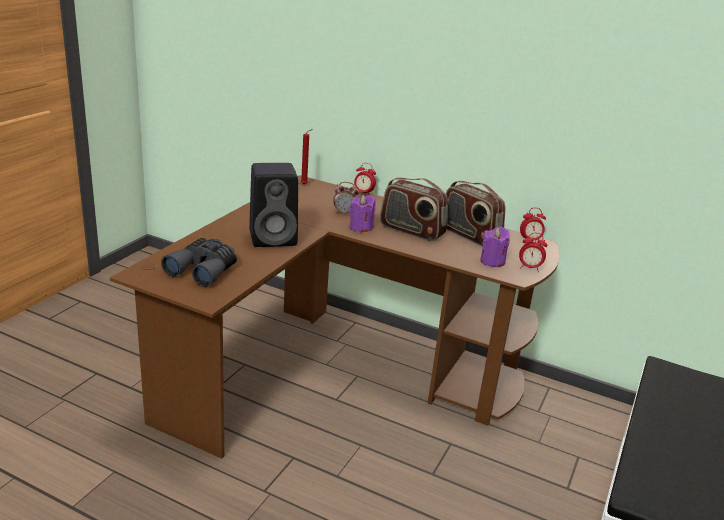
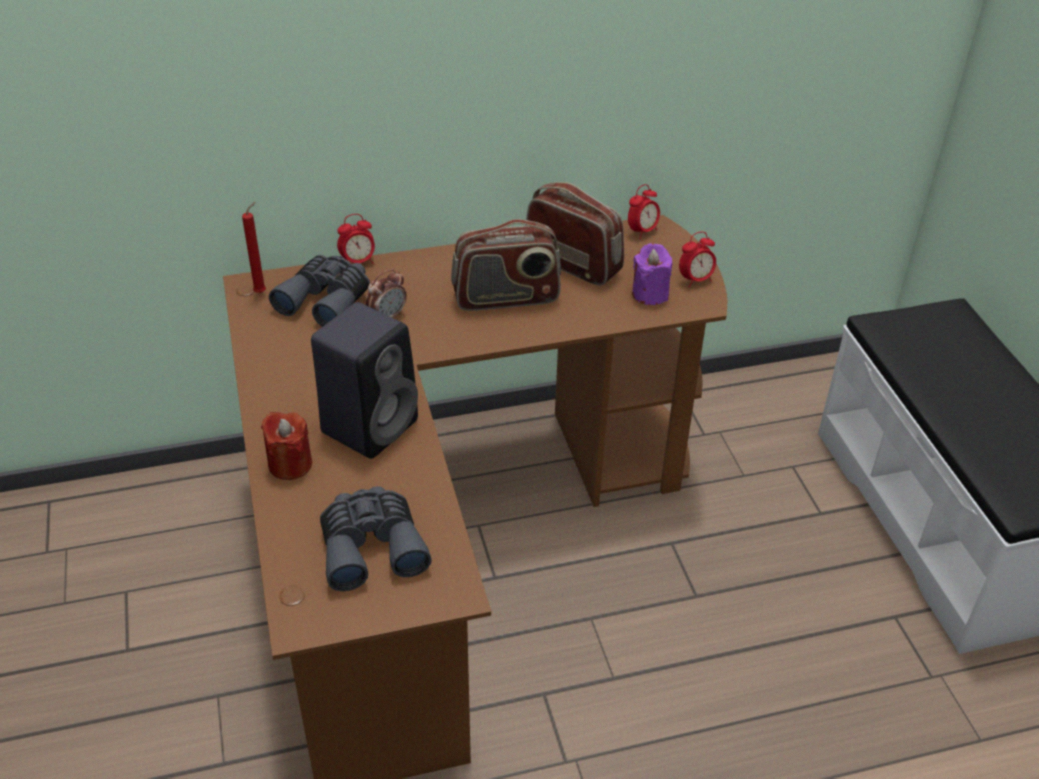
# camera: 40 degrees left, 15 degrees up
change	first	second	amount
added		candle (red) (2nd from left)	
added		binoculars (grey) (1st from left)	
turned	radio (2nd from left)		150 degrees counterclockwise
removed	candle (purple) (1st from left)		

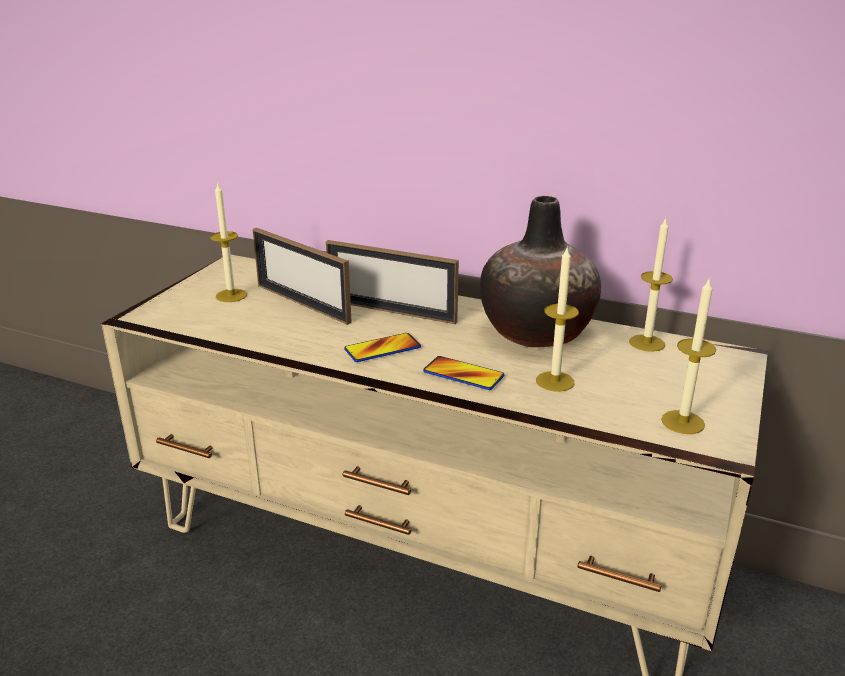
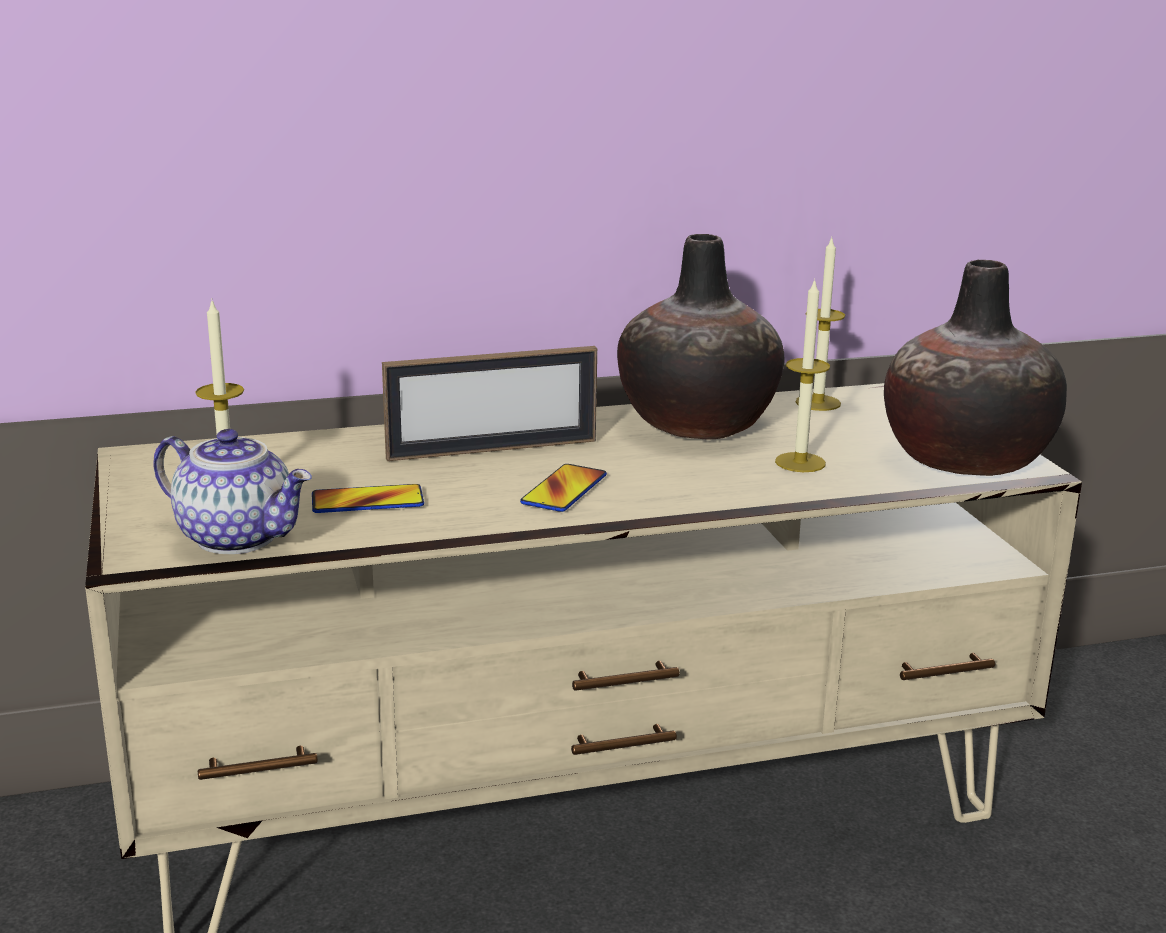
# camera: 40 degrees left, 5 degrees down
change	first	second	amount
added		teapot	
moved	phone (2nd from left in the first image)	phone (1st from left)	
replaced	candle (4th from left)	vase (2nd from left)	
removed	picture frame (1st from left)		

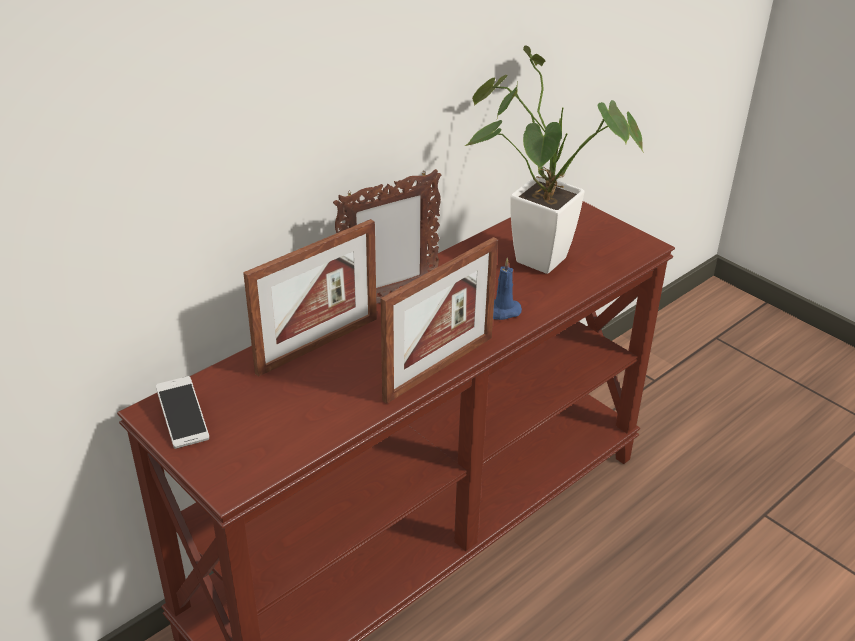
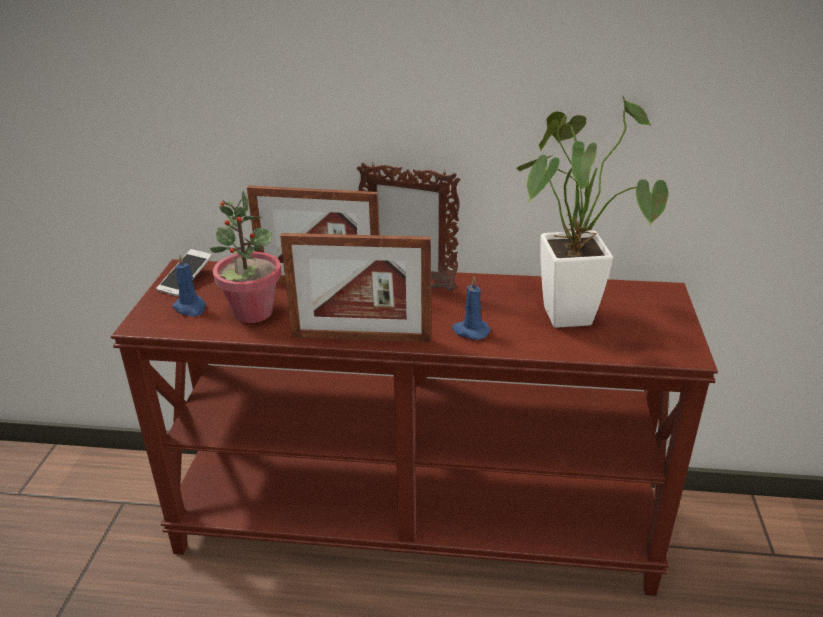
# camera: 50 degrees right, 5 degrees down
change	first	second	amount
added		candle (blue) (1st from left)	
added		potted plant (1st from left)	

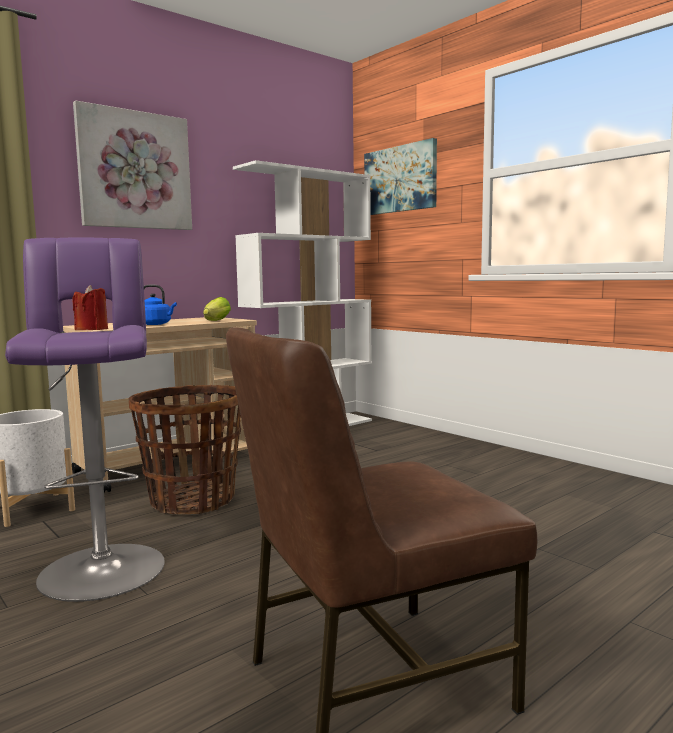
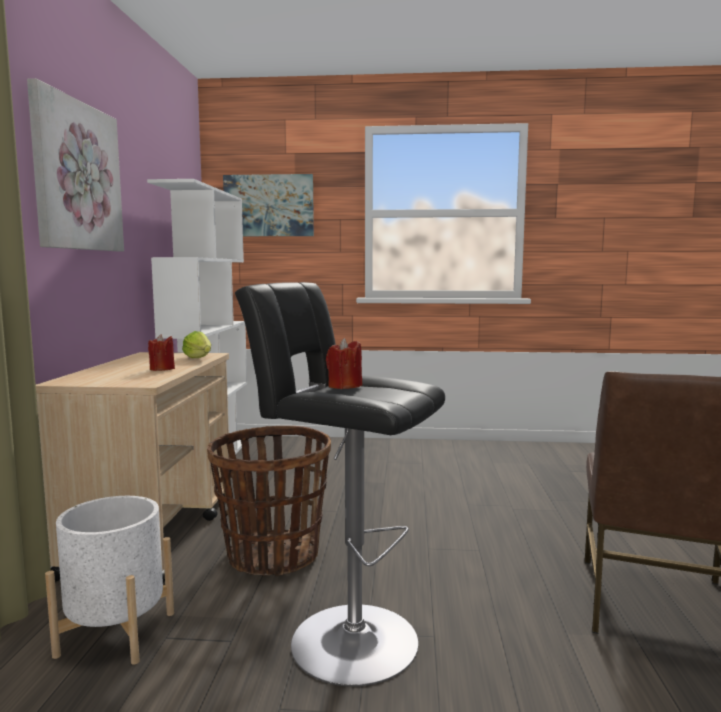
# camera: 45 degrees left, 0 degrees up
change	first	second	amount
replaced	kettle (blue)	candle (red) (1st from left)	
recoloured	stool (purple)	stool (black)	

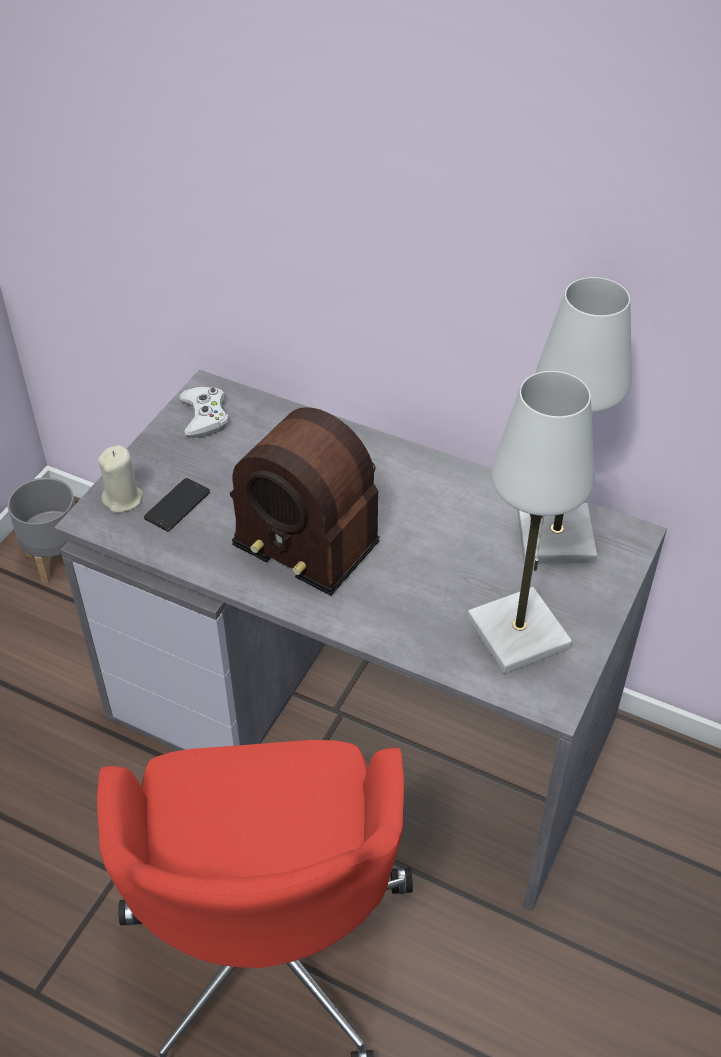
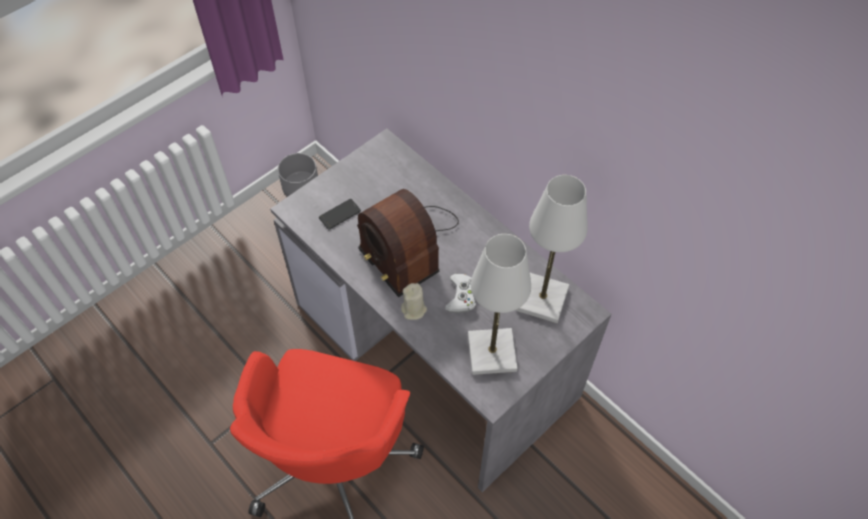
# camera: 20 degrees right, 10 degrees up
change	first	second	amount
moved	candle (beige)		
moved	game controller (white)		

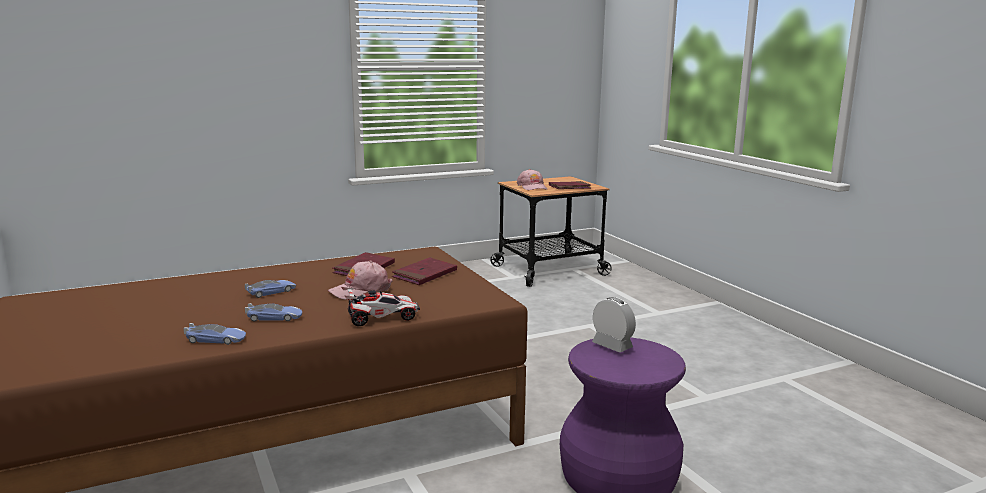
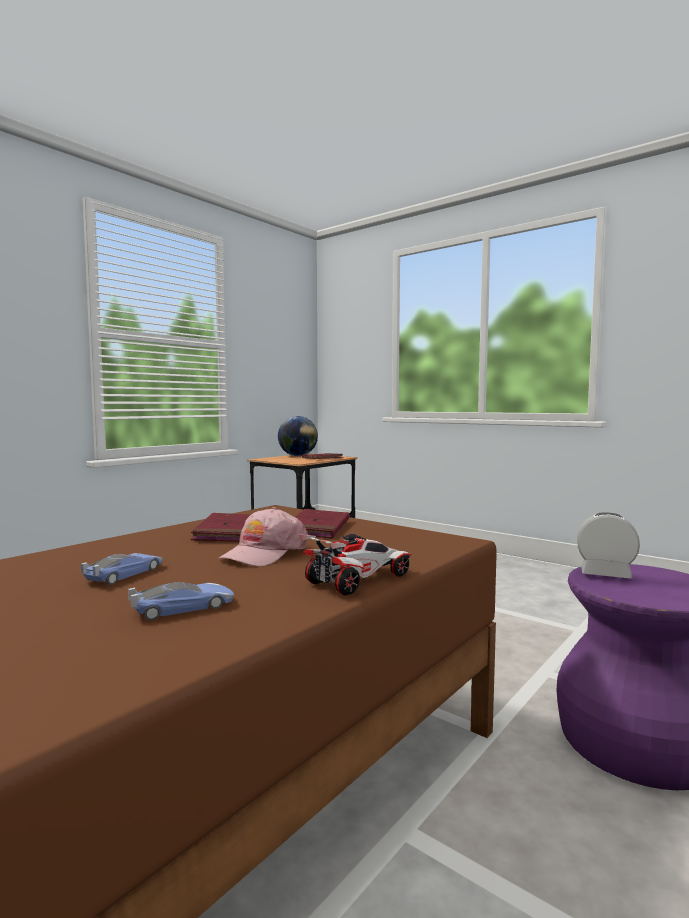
# camera: 25 degrees left, 10 degrees down
change	first	second	amount
added		globe	
removed	toy car (1st from left)		
removed	cap (pink) (2nd from left)		

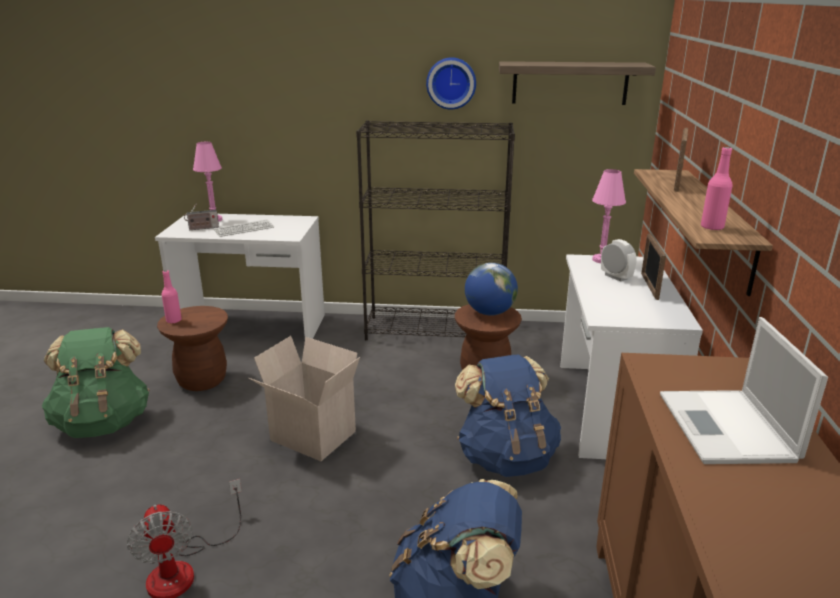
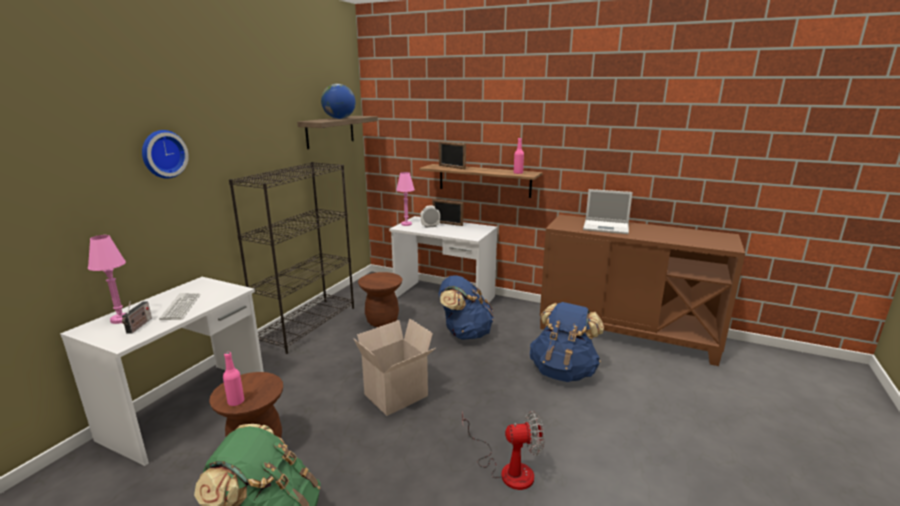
# camera: 70 degrees left, 5 degrees down
change	first	second	amount
moved	wall clock		
moved	globe		

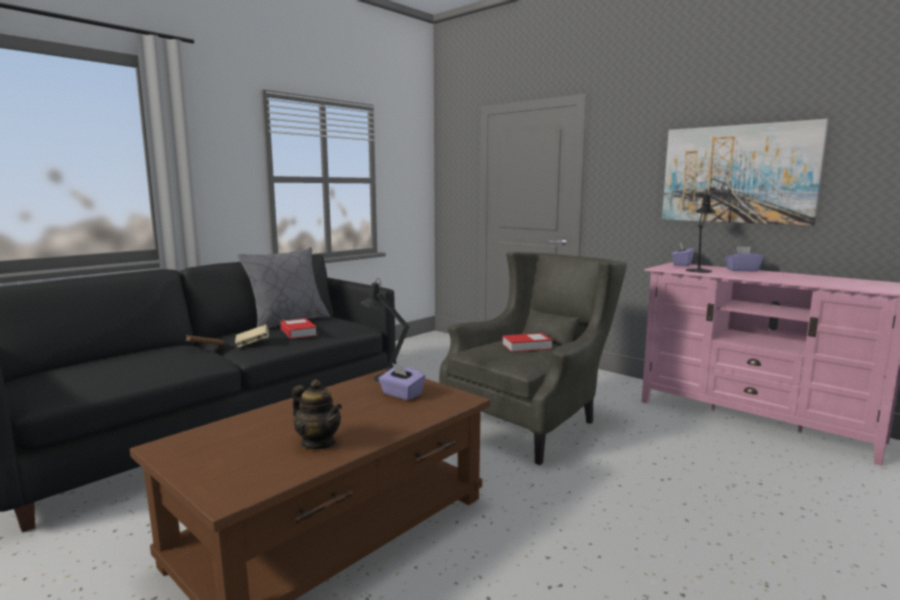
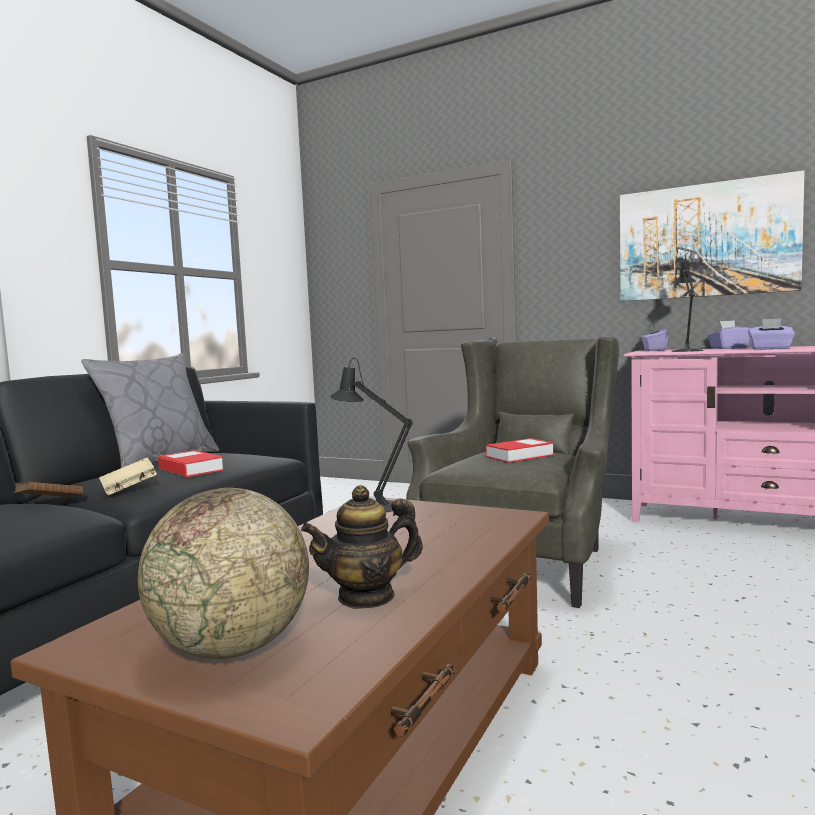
# camera: 15 degrees left, 5 degrees down
change	first	second	amount
added		globe	
turned	teapot		135 degrees clockwise
moved	tissue box (purple) (1st from left in the first image)	tissue box (purple) (3rd from left)	

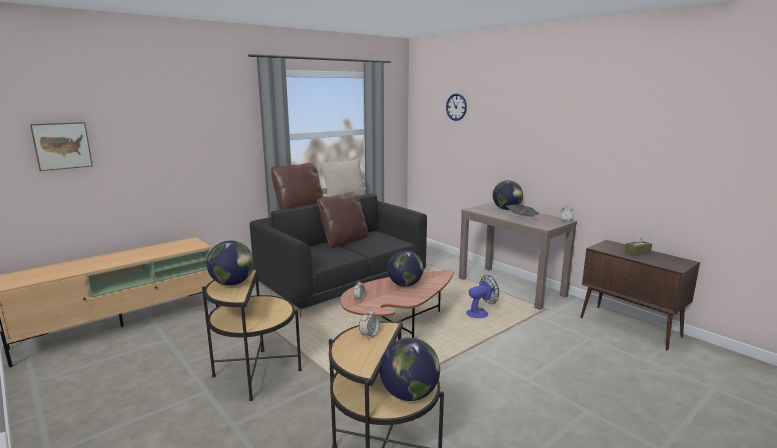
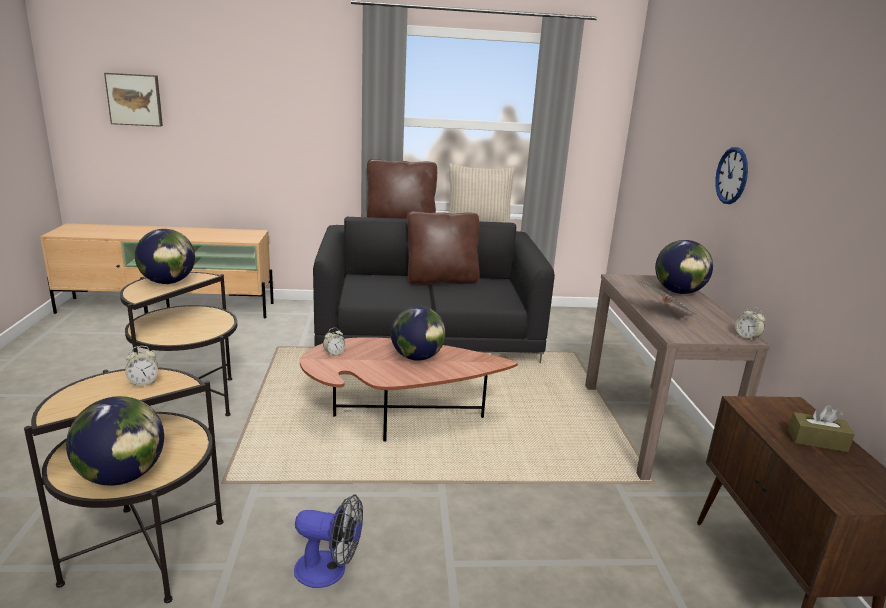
# camera: 35 degrees right, 5 degrees up
change	first	second	amount
moved	fan		
moved	wall clock		

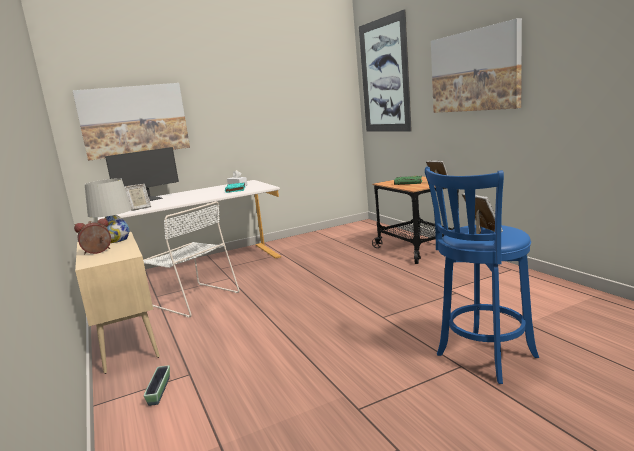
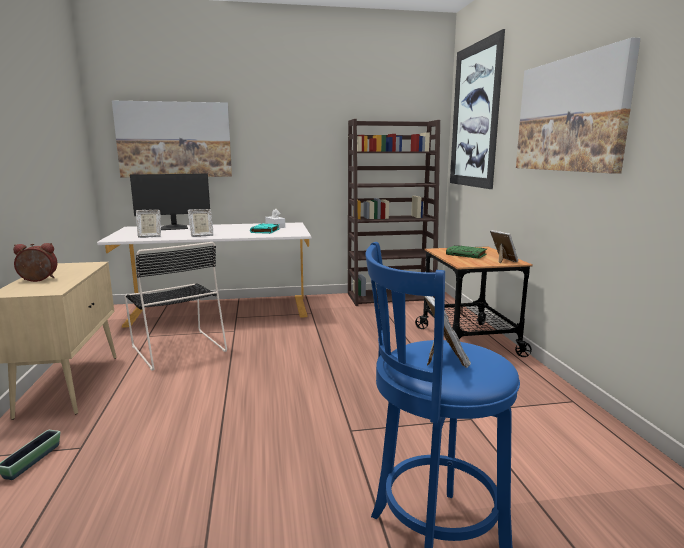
# camera: 15 degrees right, 0 degrees up
change	first	second	amount
recoloured	chair (white)	chair (black)	
added		picture frame (2nd from left)	
added		bookcase (brown)	
removed	table lamp (white)		

